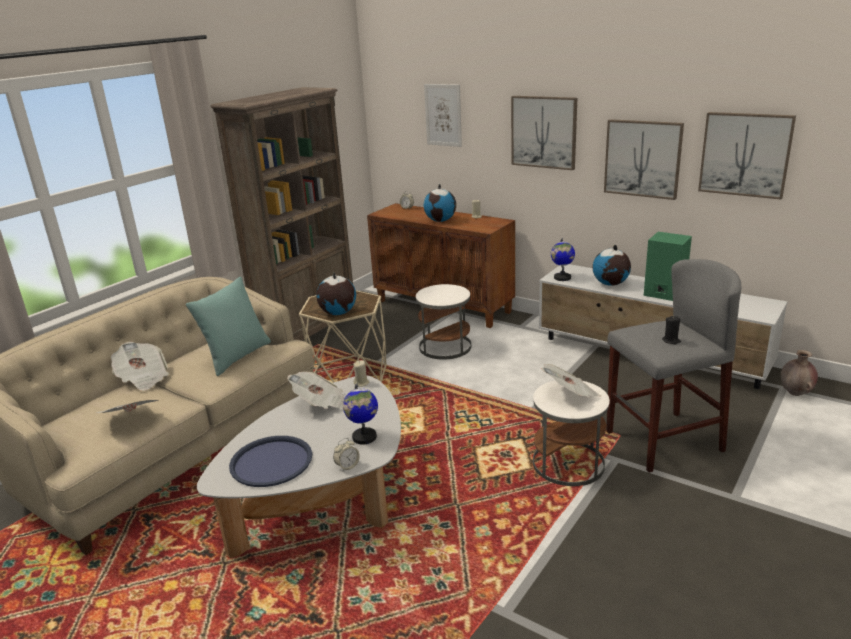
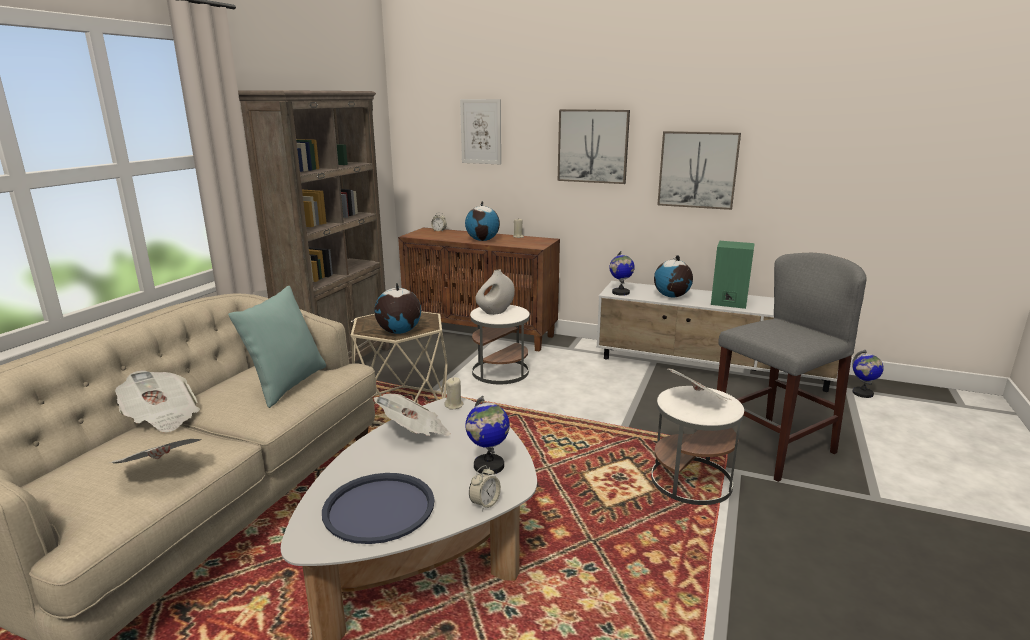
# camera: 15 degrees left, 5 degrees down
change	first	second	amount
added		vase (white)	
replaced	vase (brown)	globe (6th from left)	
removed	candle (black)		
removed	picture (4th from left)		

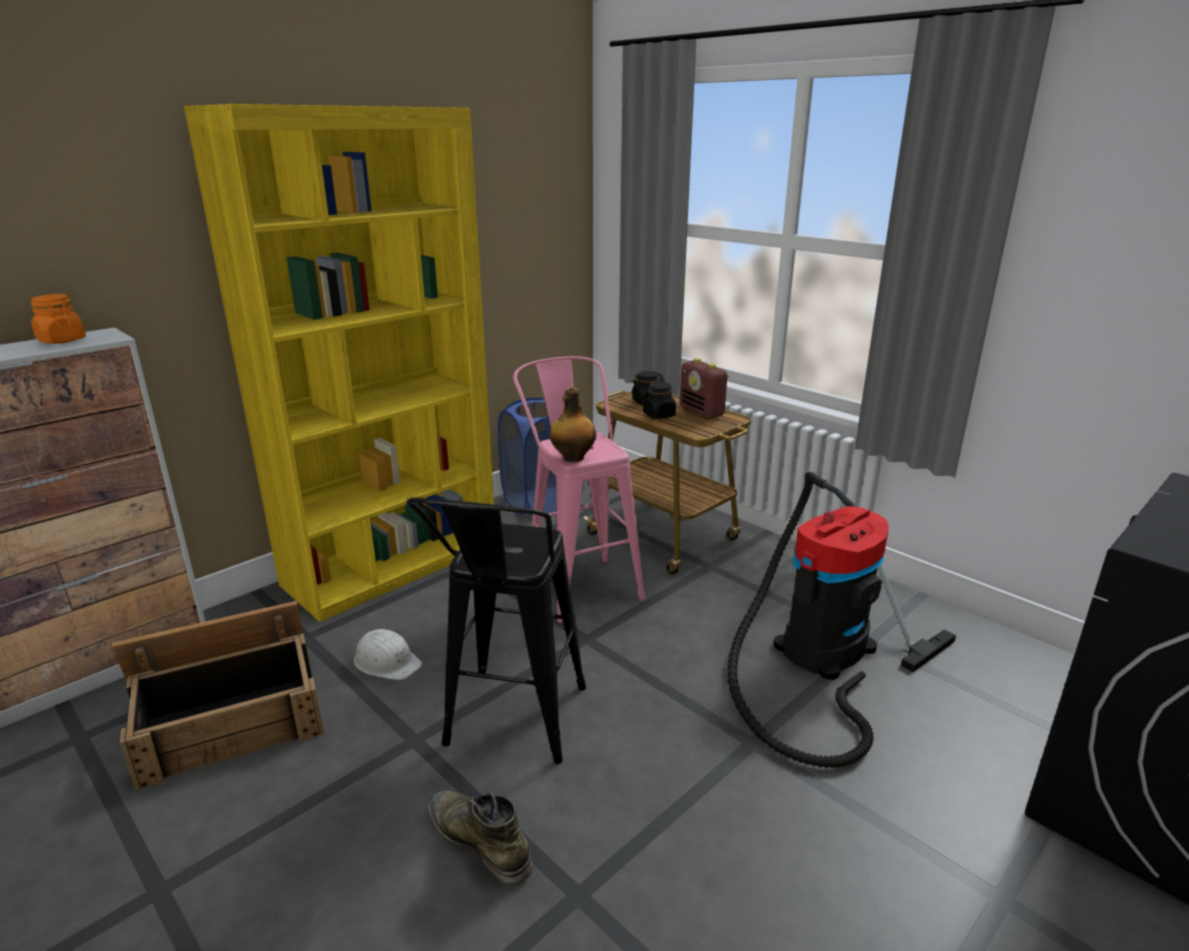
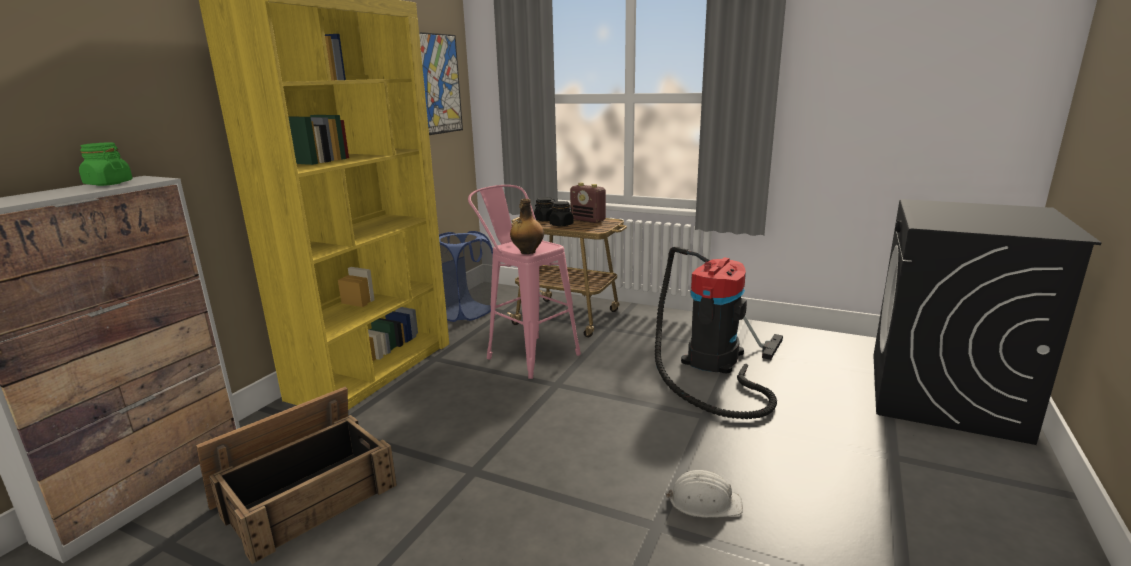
# camera: 20 degrees left, 5 degrees down
change	first	second	amount
recoloured	jar (orange)	jar (green)	
added		picture	
moved	hard hat (white)		
removed	stool (black)		
removed	boot (green)		

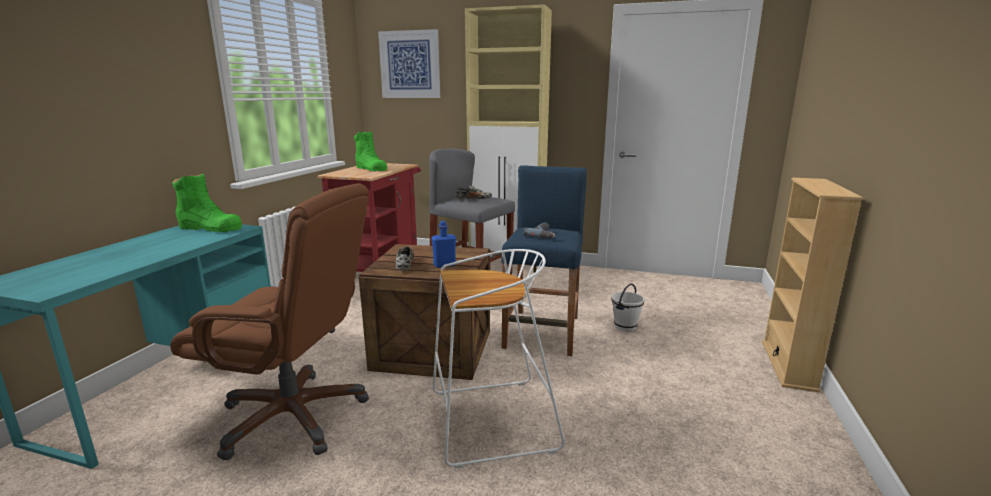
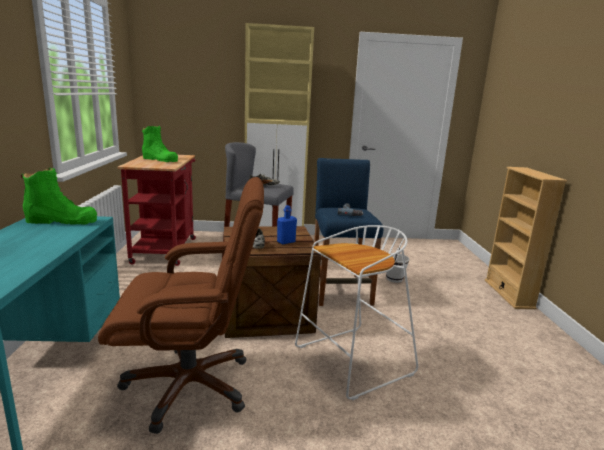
# camera: 20 degrees left, 0 degrees up
change	first	second	amount
removed	picture		

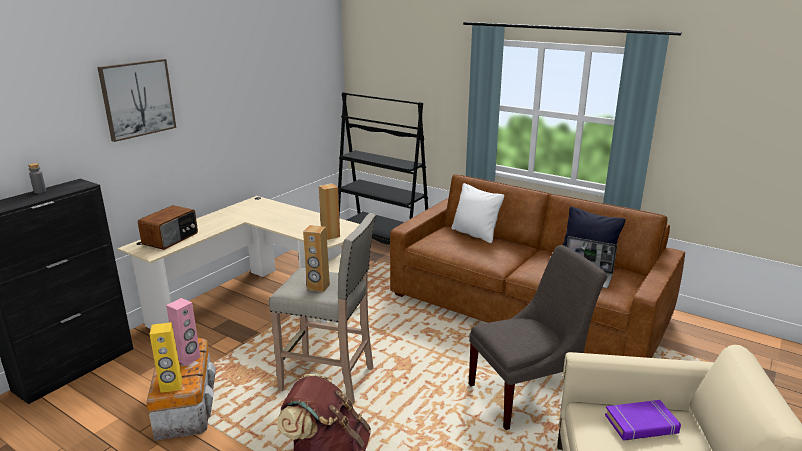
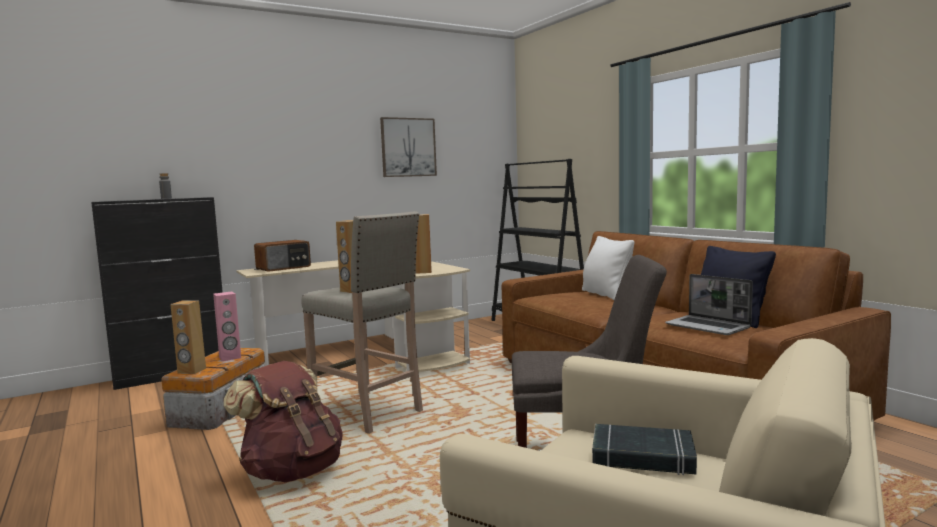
# camera: 25 degrees right, 15 degrees down
change	first	second	amount
recoloured	speaker (yellow)	speaker (brown) (1st from left)	
moved	picture		
recoloured	book (purple)	book (black)	

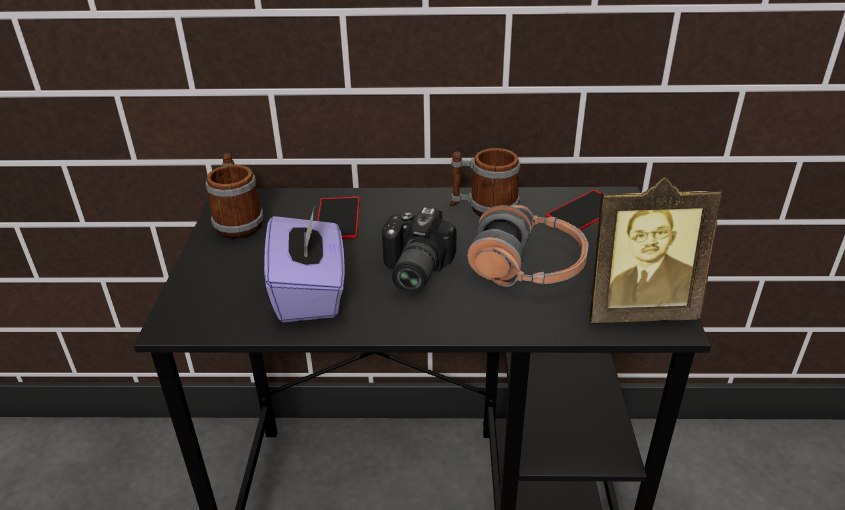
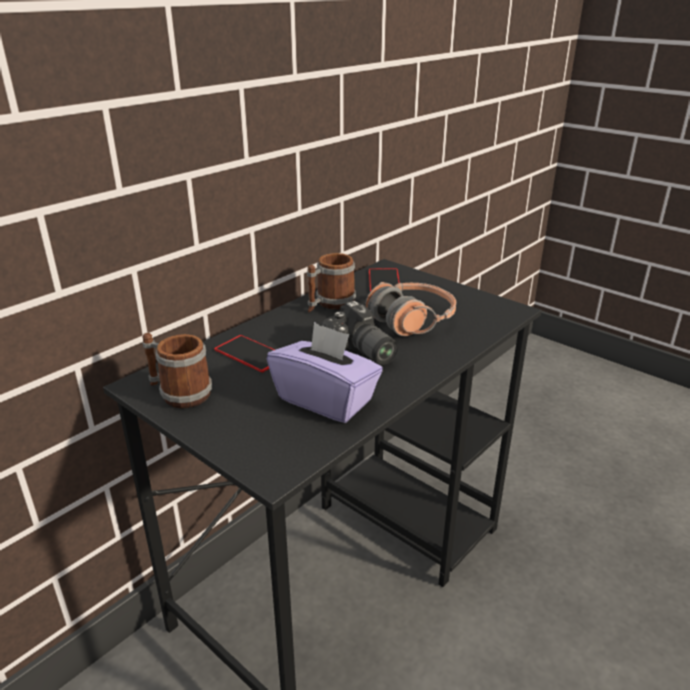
# camera: 50 degrees left, 5 degrees down
change	first	second	amount
removed	picture frame		

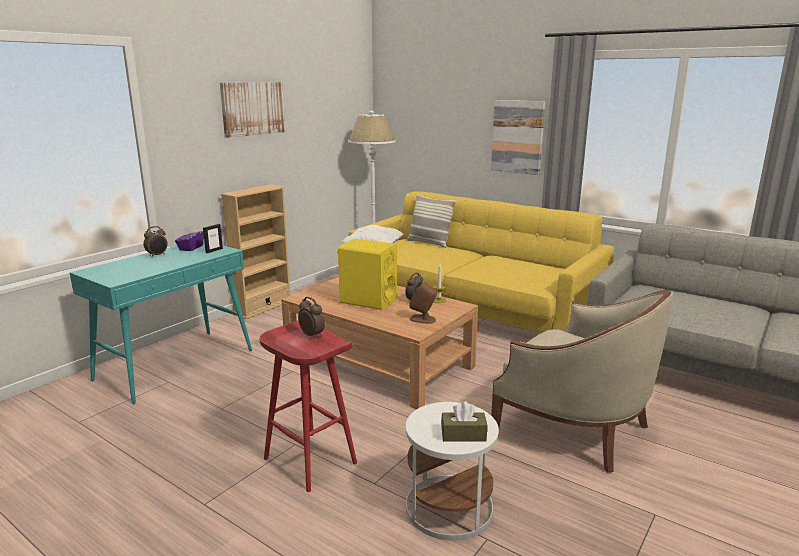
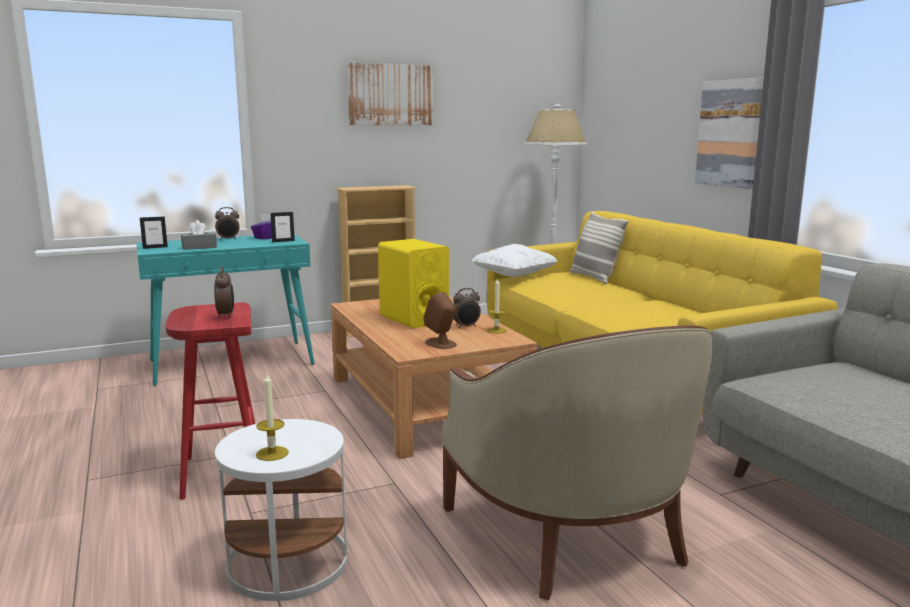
# camera: 30 degrees right, 5 degrees down
change	first	second	amount
added		picture frame (1st from left)	
added		tissue box (grey)	
replaced	tissue box (brown)	candle (1st from left)	

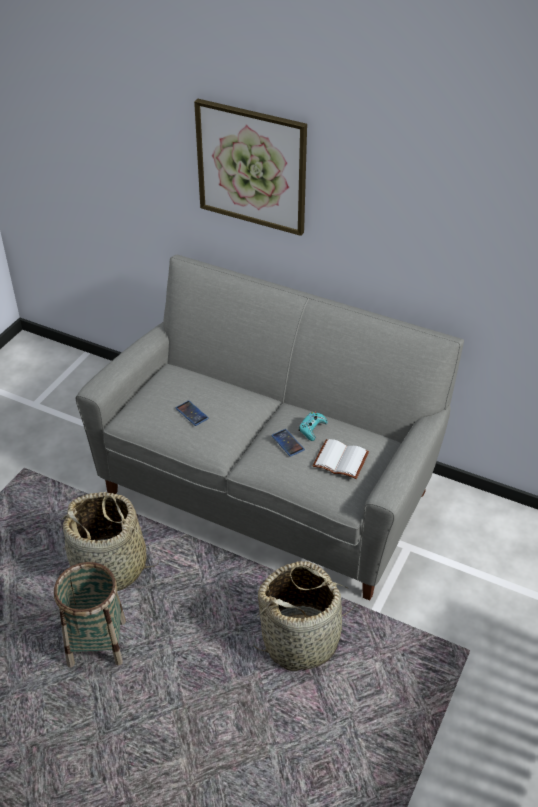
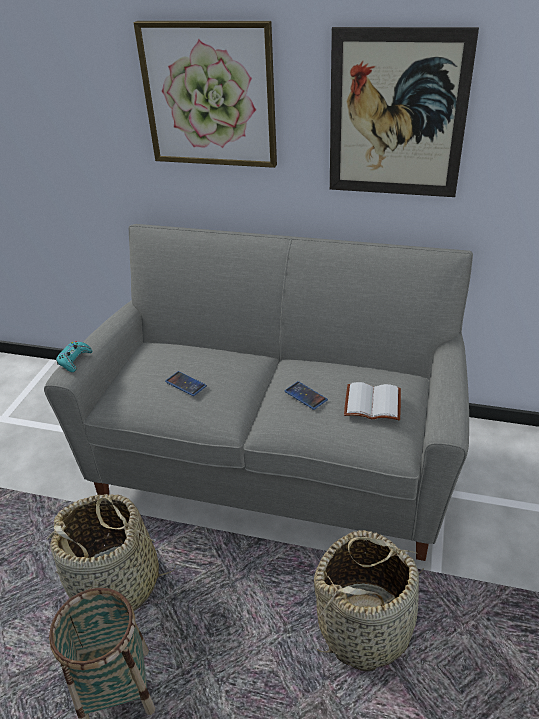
# camera: 10 degrees left, 5 degrees down
change	first	second	amount
moved	game controller (turquoise)		
added		picture (2nd from left)	

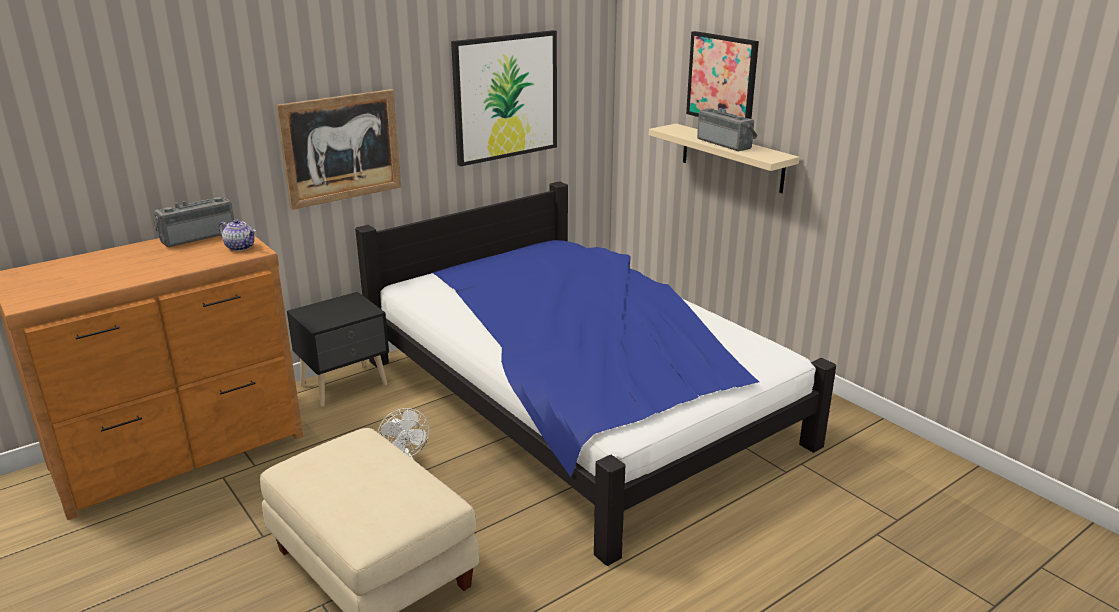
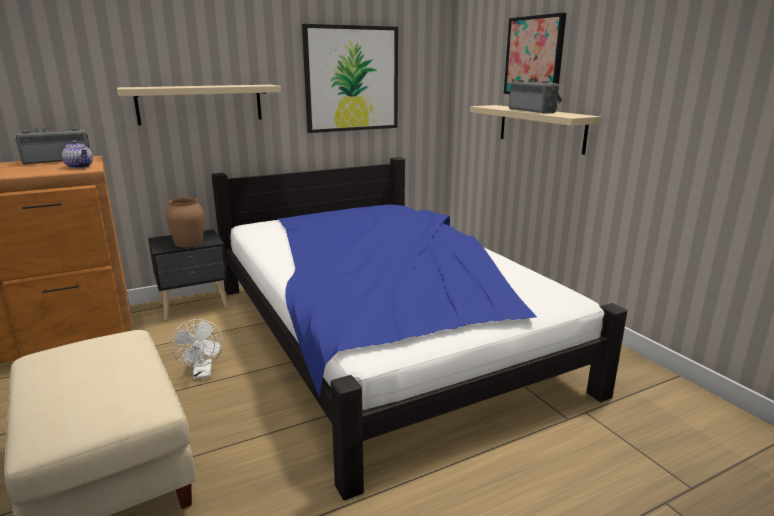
# camera: 10 degrees right, 5 degrees down
change	first	second	amount
replaced	picture (1st from left)	shelf (beige) (1st from left)	
added		vase (brown)	

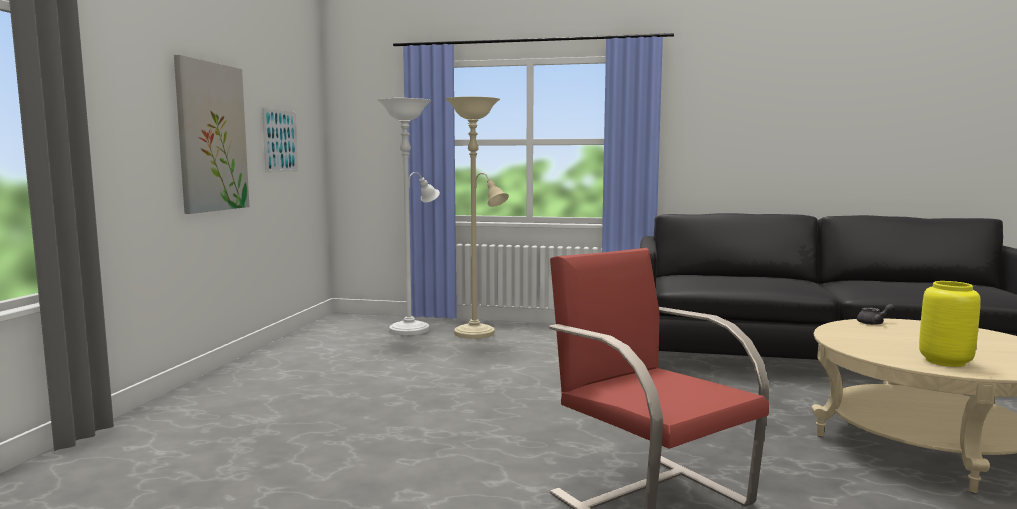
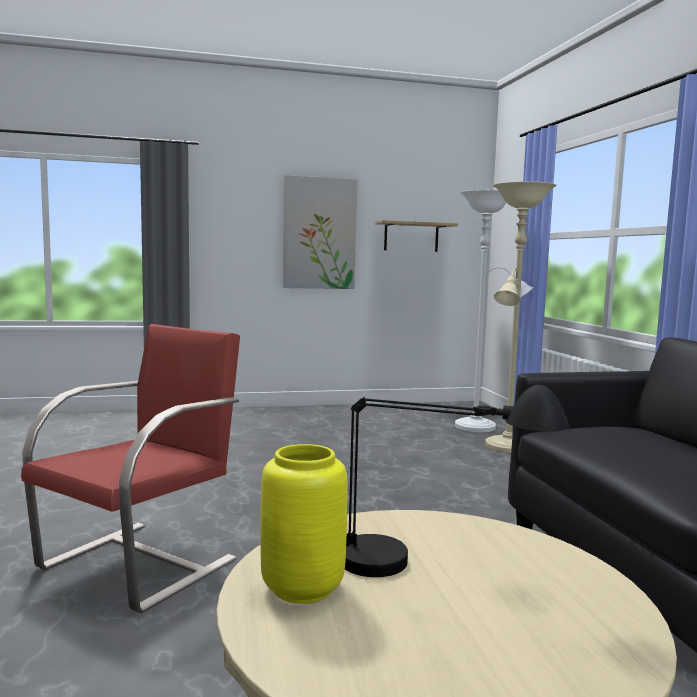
# camera: 65 degrees right, 0 degrees up
change	first	second	amount
added		table lamp (black)	
replaced	picture (2nd from left)	shelf	
removed	teapot (grey)		

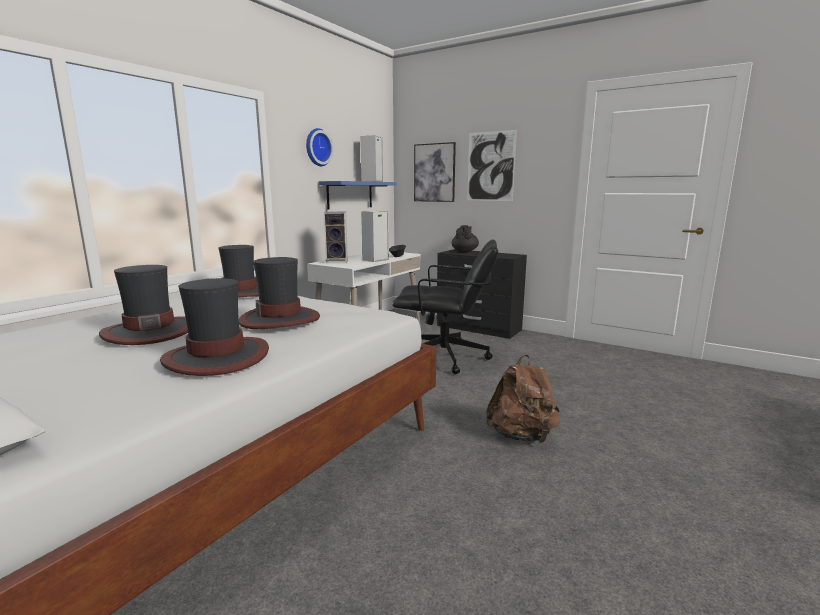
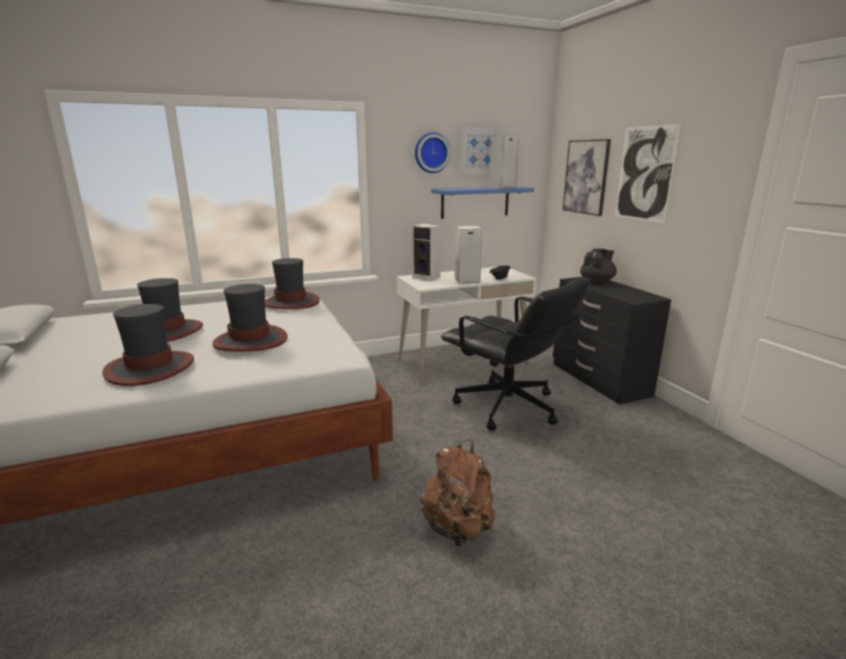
# camera: 35 degrees right, 5 degrees up
change	first	second	amount
added		picture (1st from left)	

